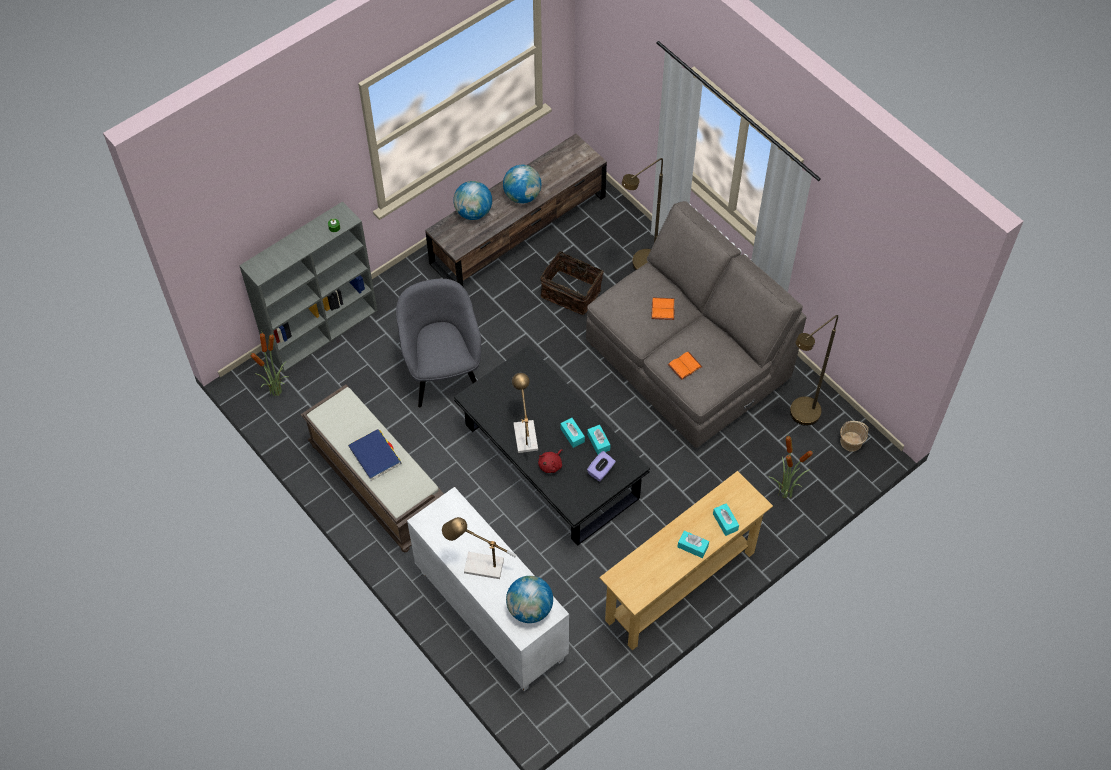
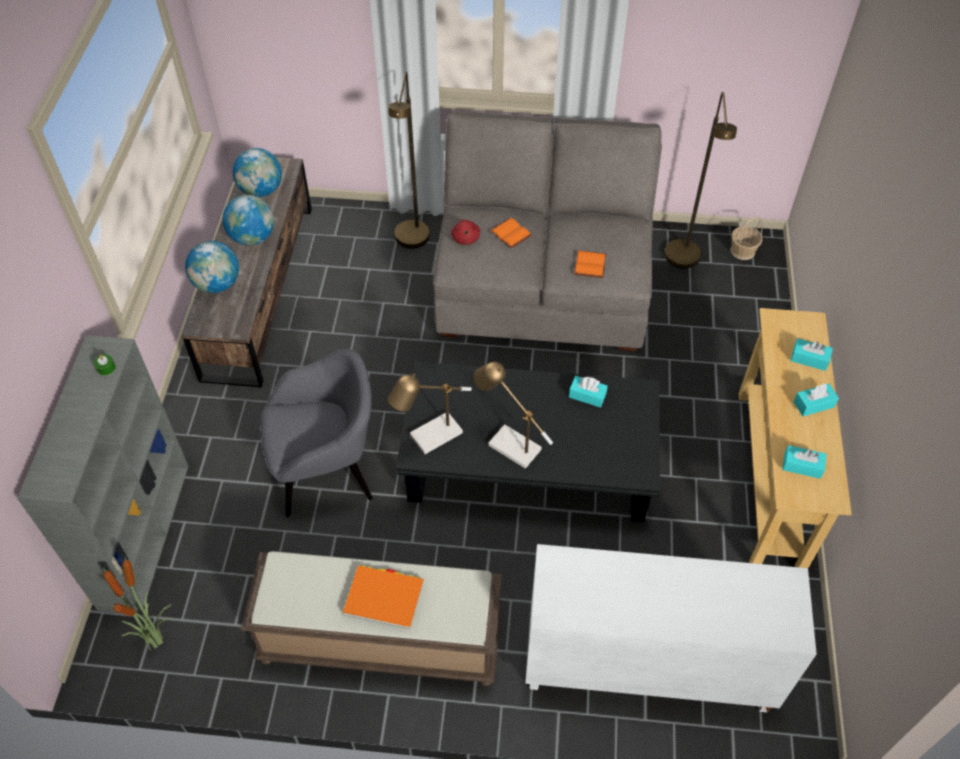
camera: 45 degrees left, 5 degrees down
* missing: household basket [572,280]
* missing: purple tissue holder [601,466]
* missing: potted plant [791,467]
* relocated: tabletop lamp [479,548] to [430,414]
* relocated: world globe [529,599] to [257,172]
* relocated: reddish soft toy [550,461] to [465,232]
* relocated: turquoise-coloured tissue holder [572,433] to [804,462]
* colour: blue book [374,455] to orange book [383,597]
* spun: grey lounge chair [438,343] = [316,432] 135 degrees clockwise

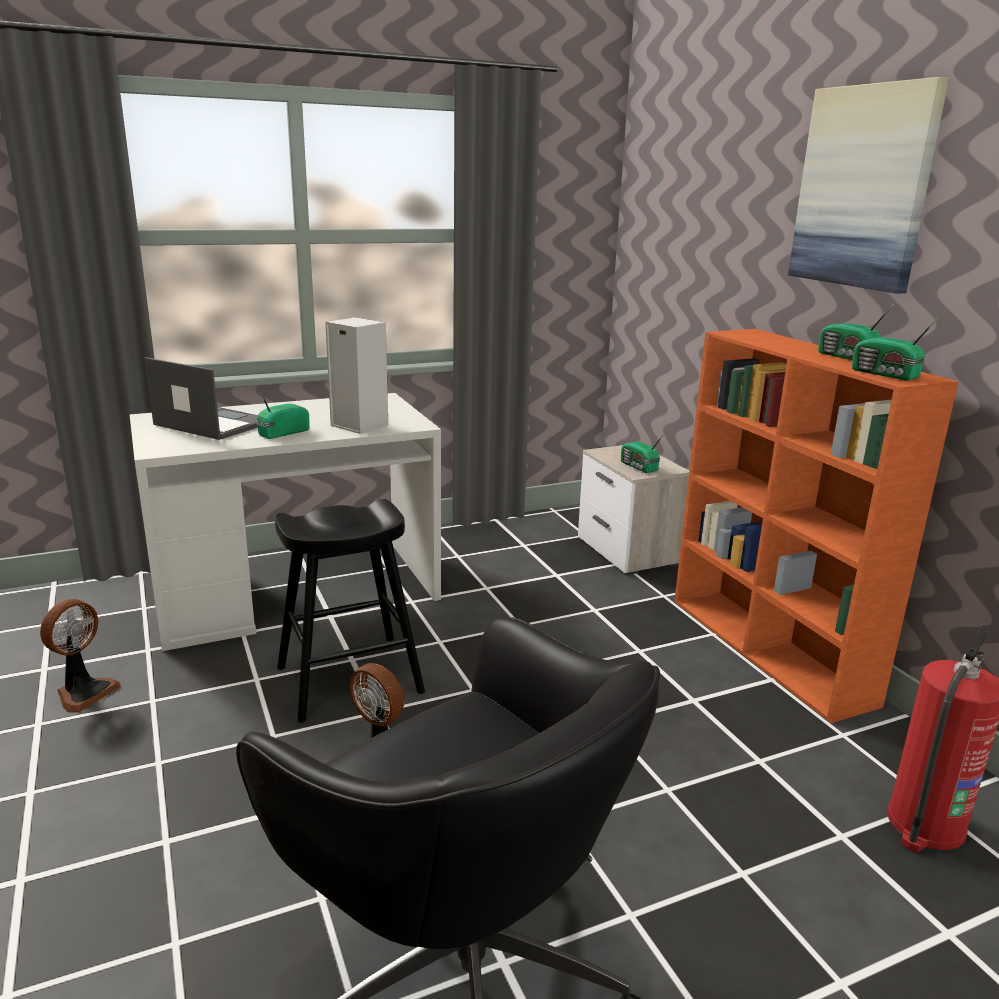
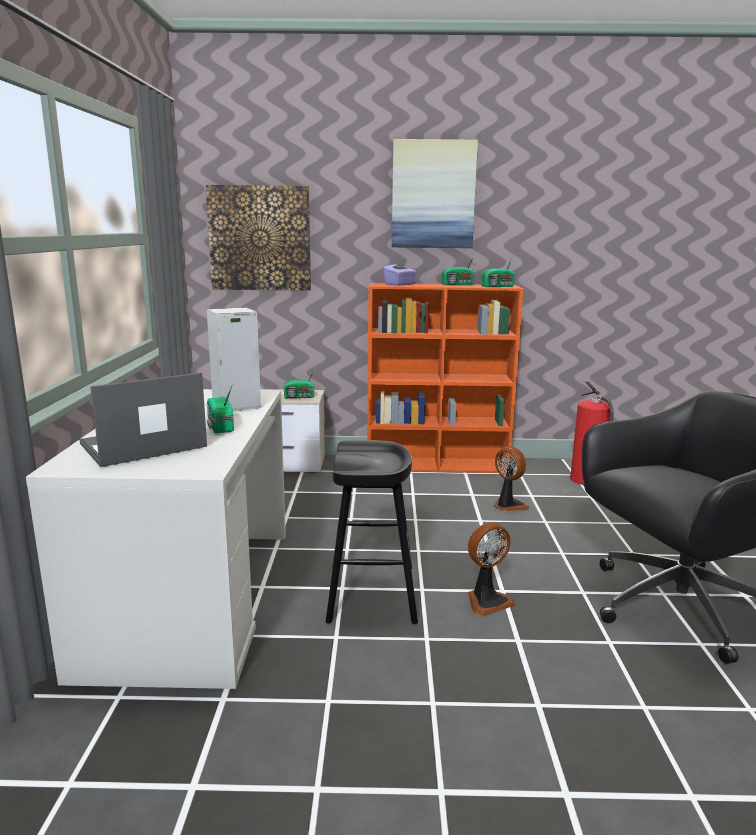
camera: 65 degrees left, 5 degrees down
* appeared: wall art [258,238]
* appeared: purple tissue holder [400,272]
* relocated: cooling fan [80,656] to [511,478]

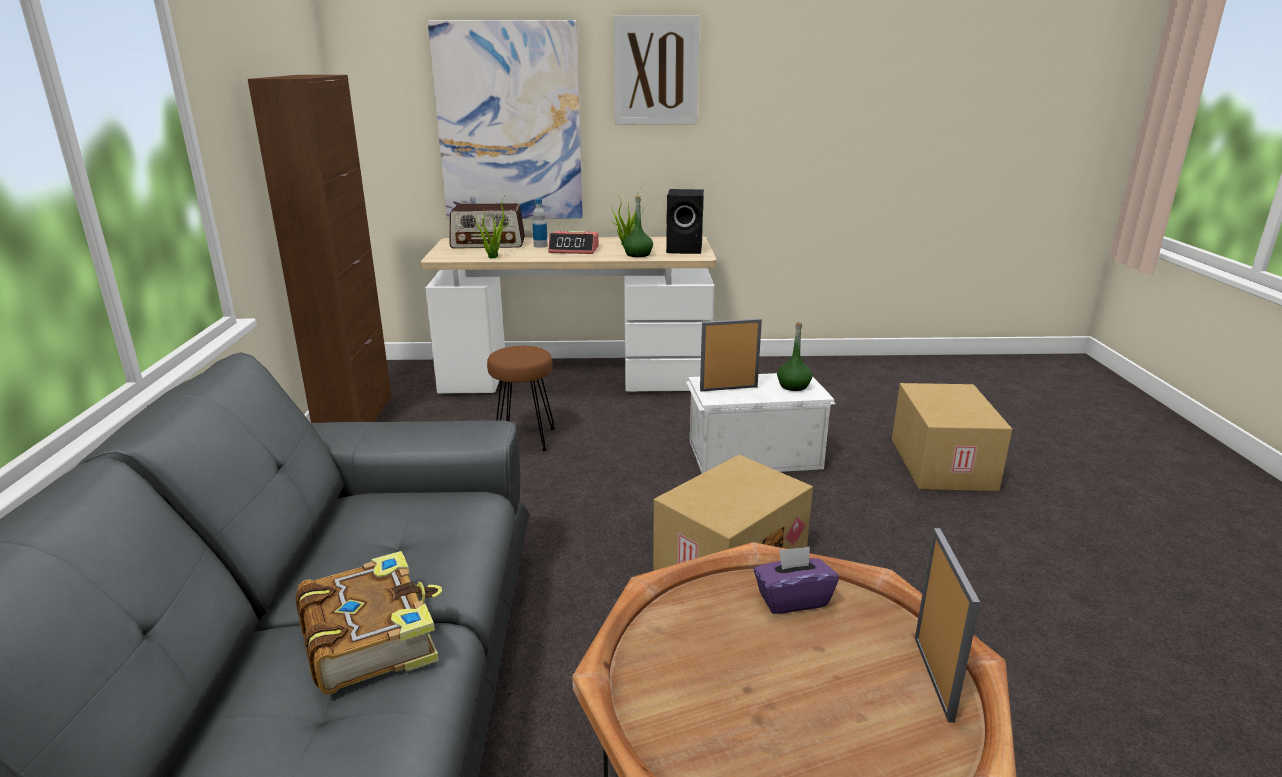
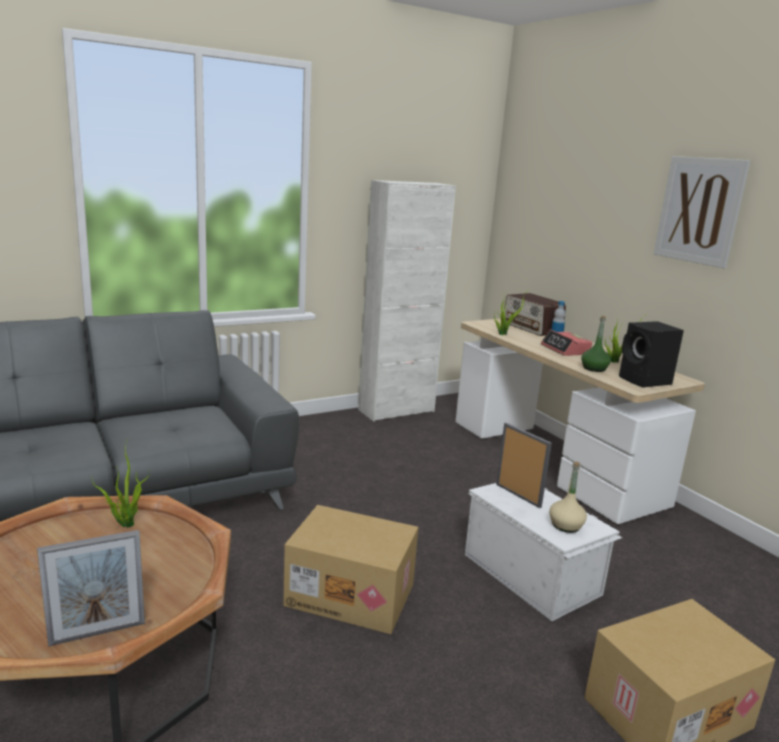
camera: 60 degrees right, 5 degrees down
* missing: book [368,623]
* missing: wall art [505,119]
* missing: brown-coloured stool seat [521,398]
* missing: purple tissue holder [796,580]
* appeared: potted plant [121,484]
* colour: brown-coloured cupboard [320,249] to whitish cupboard [407,301]
* colour: green-coloured bottle [795,356] to beige bottle [568,497]

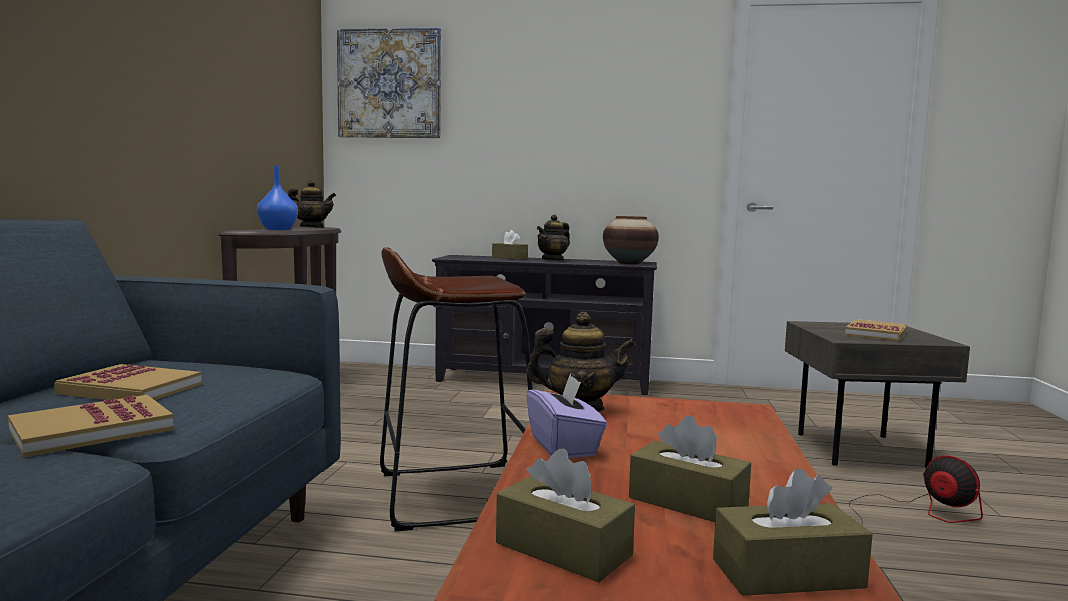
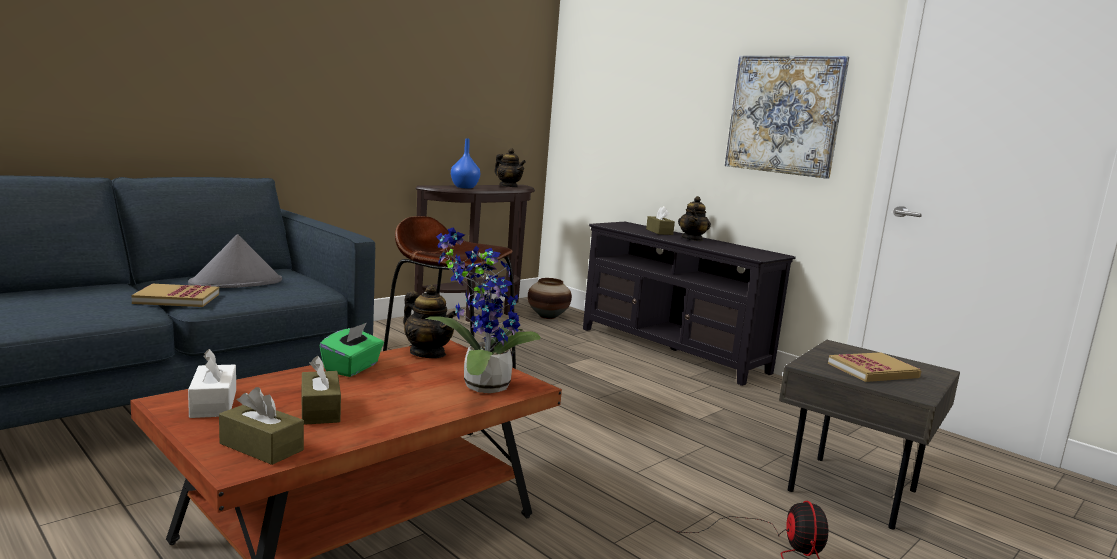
camera: 35 degrees right, 5 degrees up
* appeared: potted plant [483,310]
* relocated: wall art [389,82] to [787,117]
* relocated: flower vase [631,240] to [550,298]
* exchanged: book [128,382] to grey wearable hat [235,261]
* colour: brown-coloured tissue holder [565,515] to whitish tissue holder [212,383]
* colour: purple tissue holder [566,416] to green-coloured tissue holder [351,350]
* spun: tea pot [553,237] = [694,218] 60 degrees counterclockwise

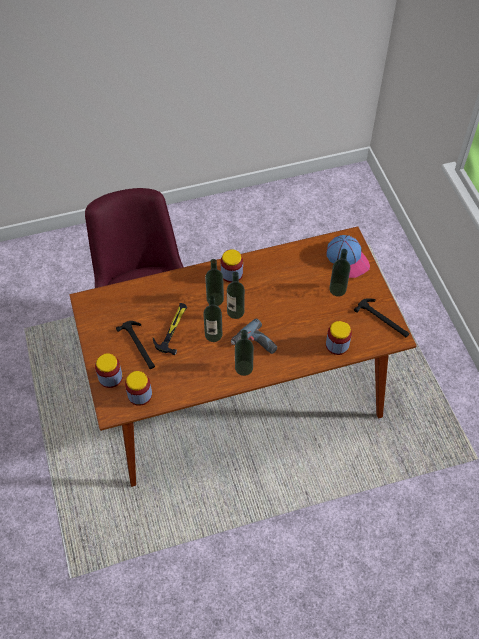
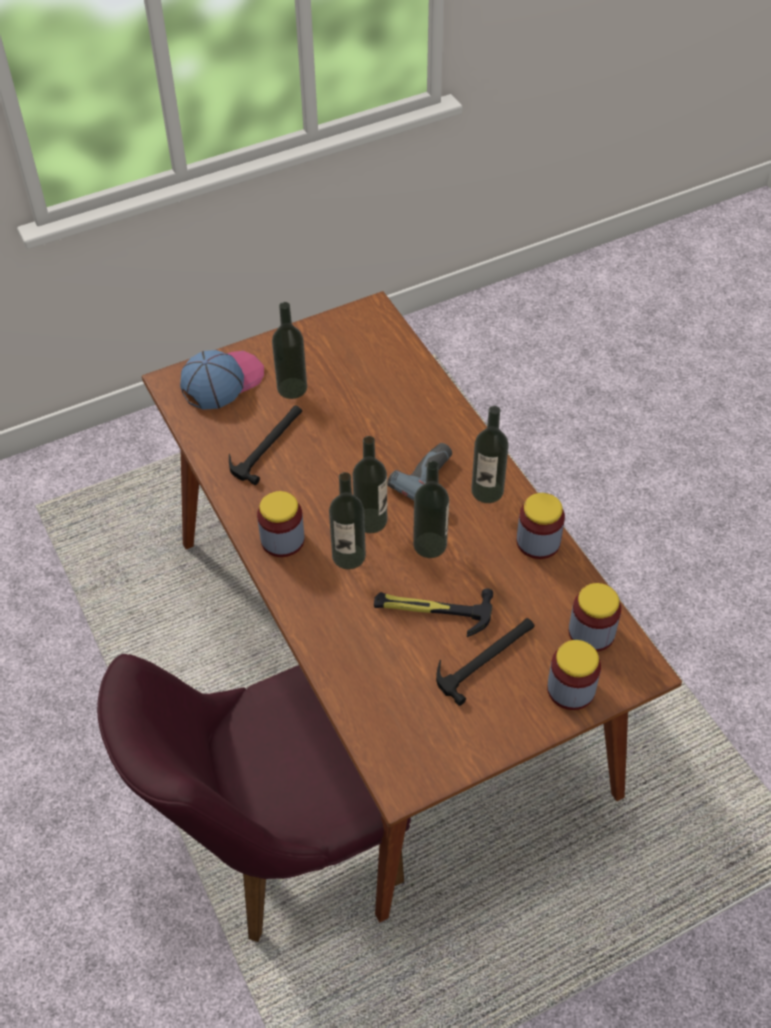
camera: 100 degrees left, 5 degrees down
* relocated: storage jar [339,338] to [541,526]
* relocated: tool hammer [381,317] to [265,445]

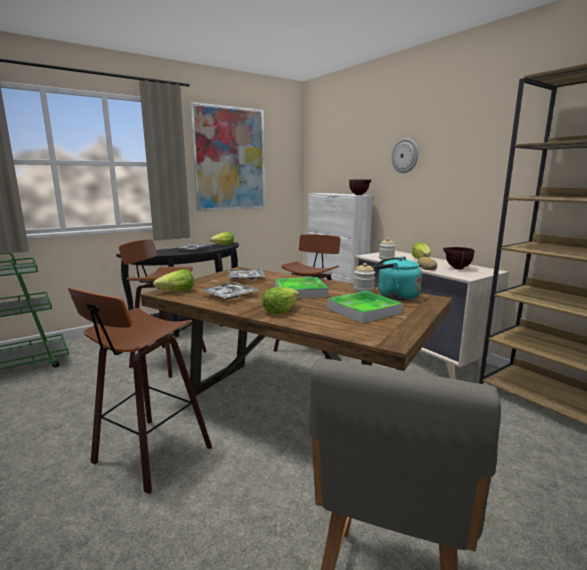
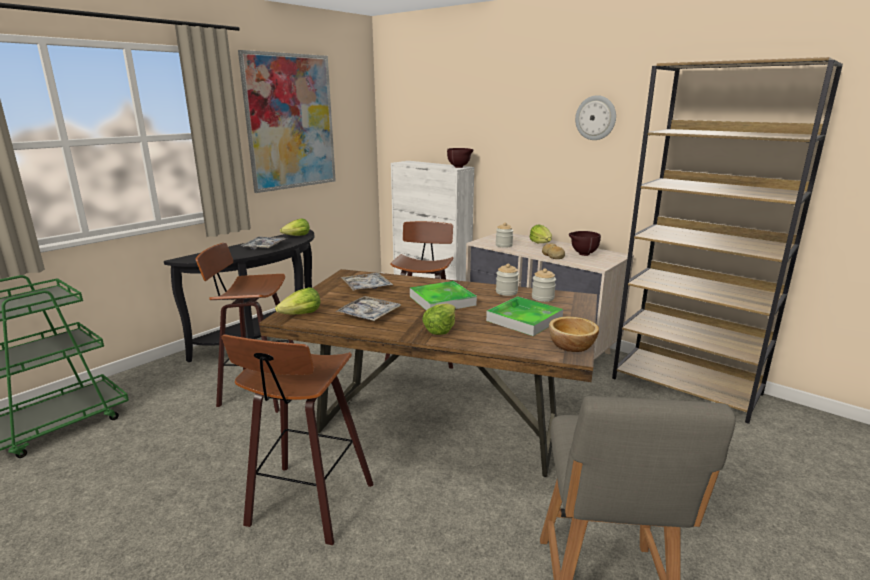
camera: 15 degrees left, 5 degrees up
* appeared: serving bowl [574,334]
* relocated: hanging clock [405,155] to [595,117]
* exchanged: turquoise-coloured tea kettle [397,278] to storage jar [544,285]

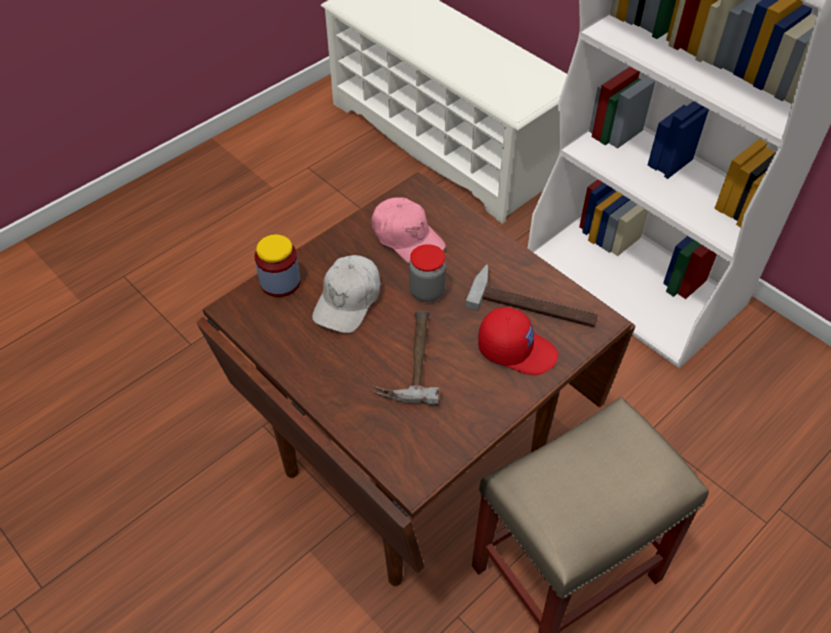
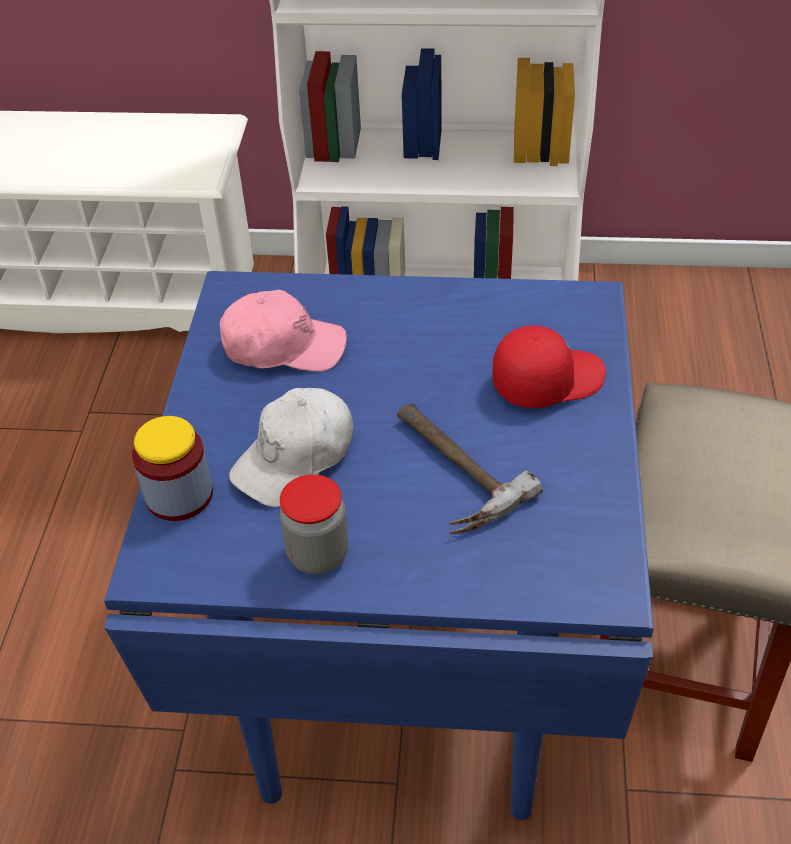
camera: 40 degrees left, 5 degrees down
* missing: tool hammer [531,295]
* relocated: storage jar [427,273] to [314,524]
* colour: brown-coloured kitchen table [416,379] to blue kitchen table [379,545]
* spun: whitish cap [346,294] = [291,447] 60 degrees clockwise

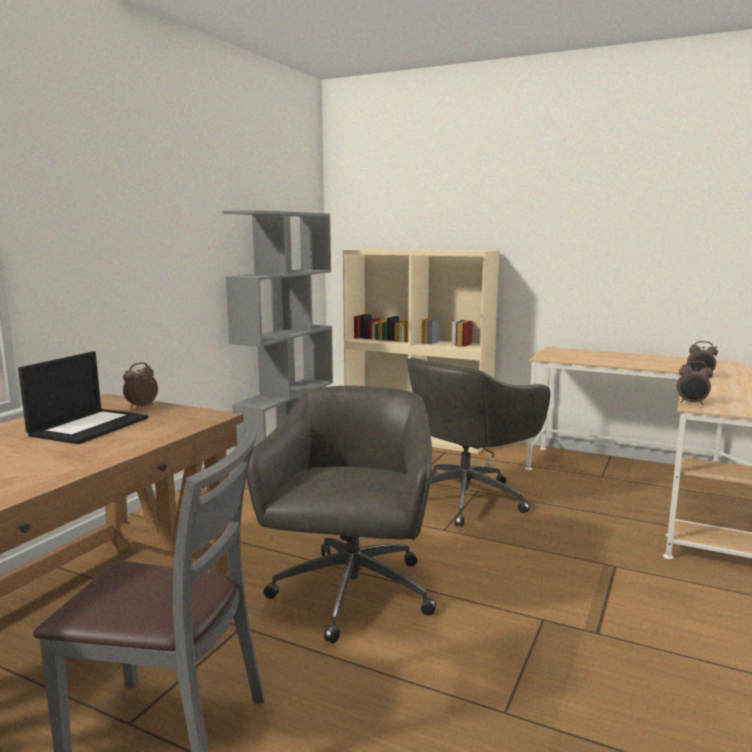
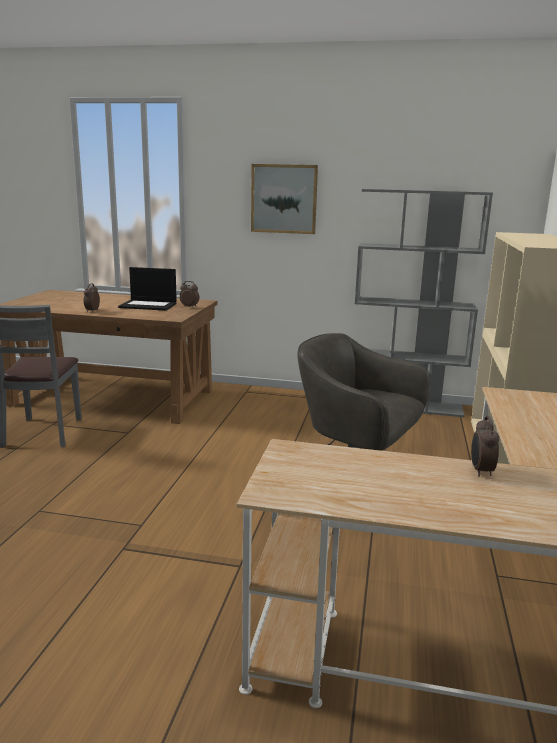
camera: 75 degrees right, 5 degrees up
* missing: grey desk chair [341,514]
* appeared: wall art [284,199]
* relocated: table clock [695,383] to [91,298]

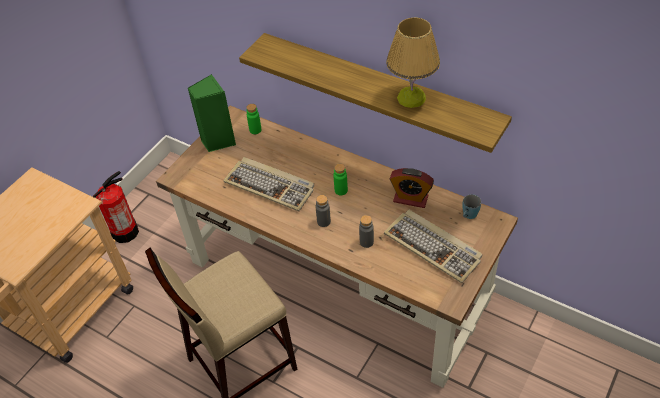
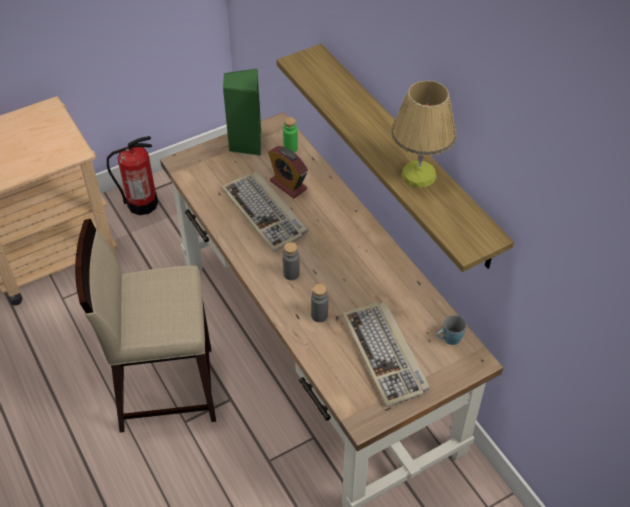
camera: 25 degrees right, 0 degrees up
* missing: green-coloured bottle [340,179]
* relocated: table clock [412,188] to [288,172]

